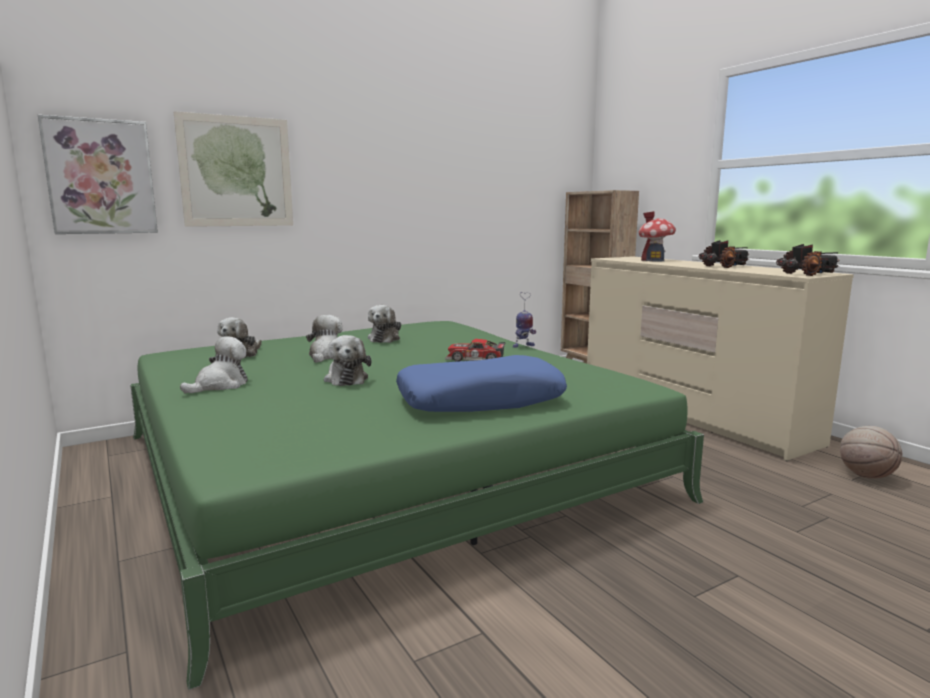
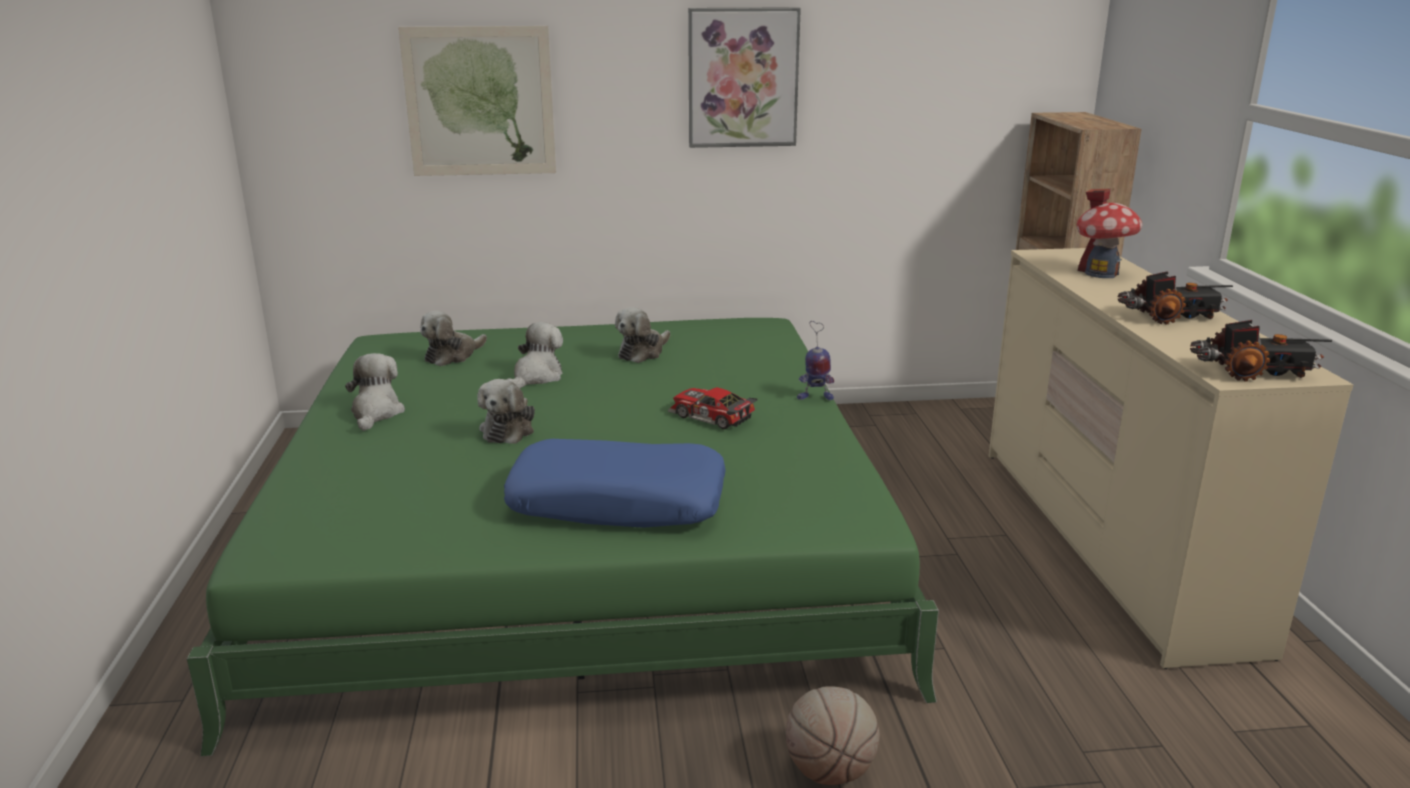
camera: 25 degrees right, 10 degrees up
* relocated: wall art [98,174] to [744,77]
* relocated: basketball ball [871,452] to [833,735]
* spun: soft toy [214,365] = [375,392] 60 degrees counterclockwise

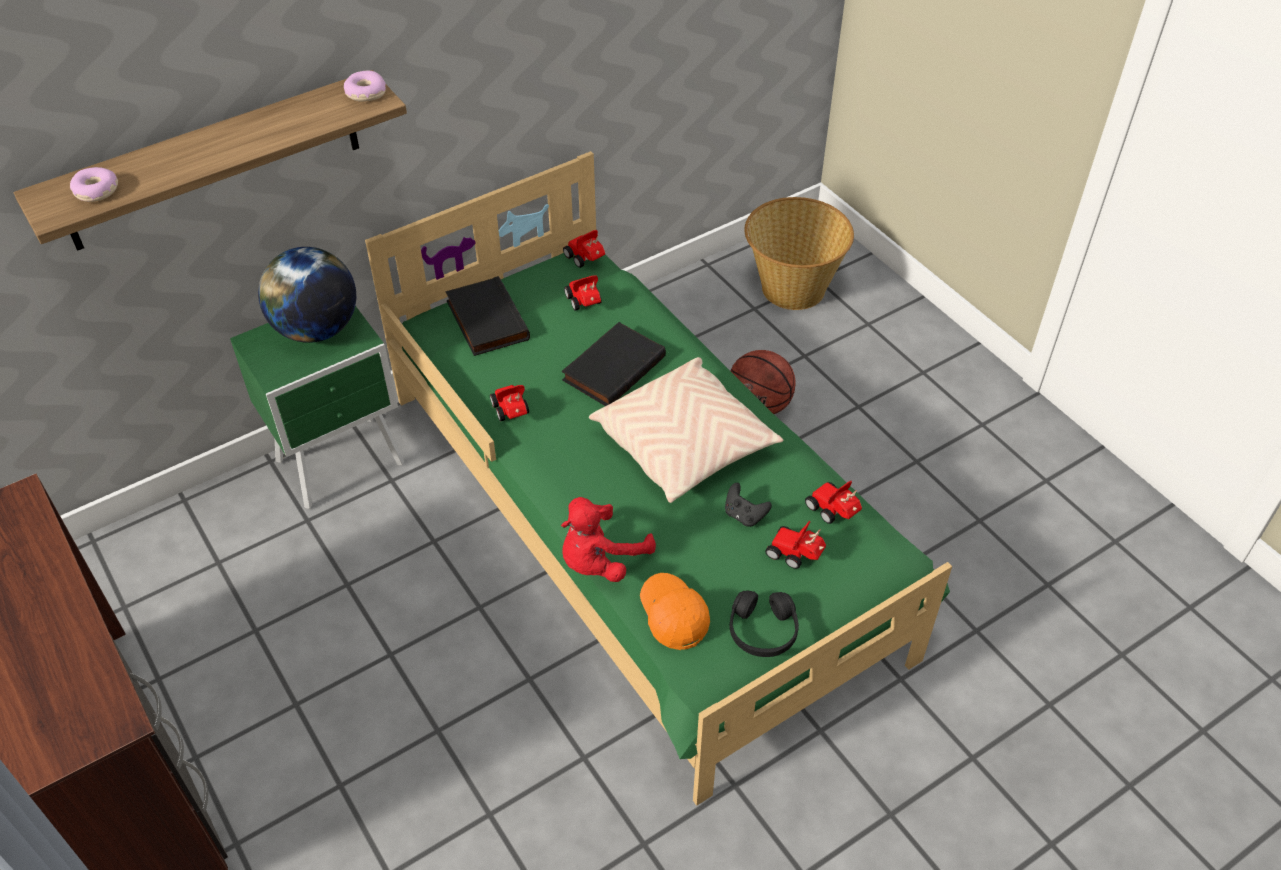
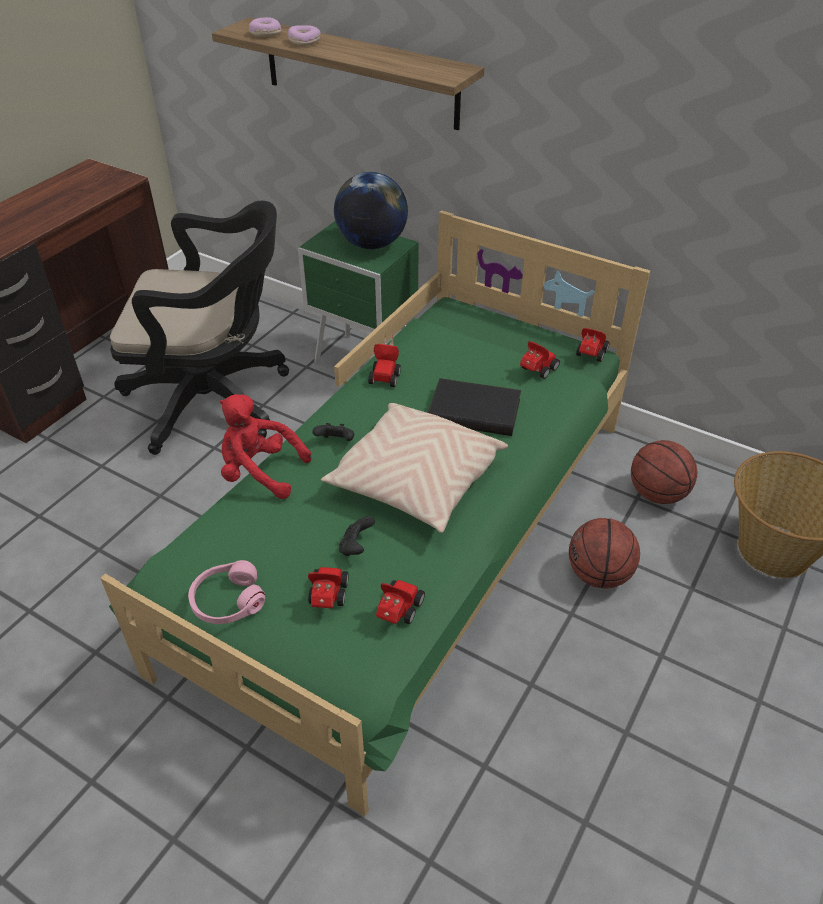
camera: 65 degrees right, 5 degrees down
* missing: black-coloured book [487,316]
* missing: orange cap [675,611]
* appeared: black-coloured desk chair [199,328]
* appeared: black-coloured gamepad [333,432]
* appeared: basketball ball [664,472]
* relocated: donut [365,86] to [304,35]
* colour: black-coloured headset [764,623] to pink-coloured headset [226,592]
* spun: miniature car [509,403] = [384,360] 150 degrees clockwise

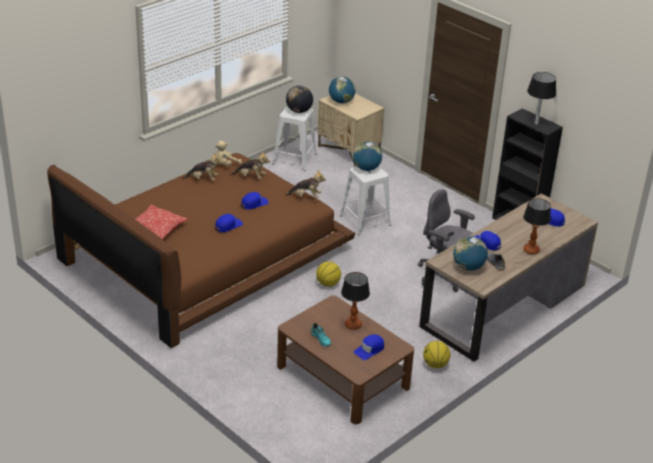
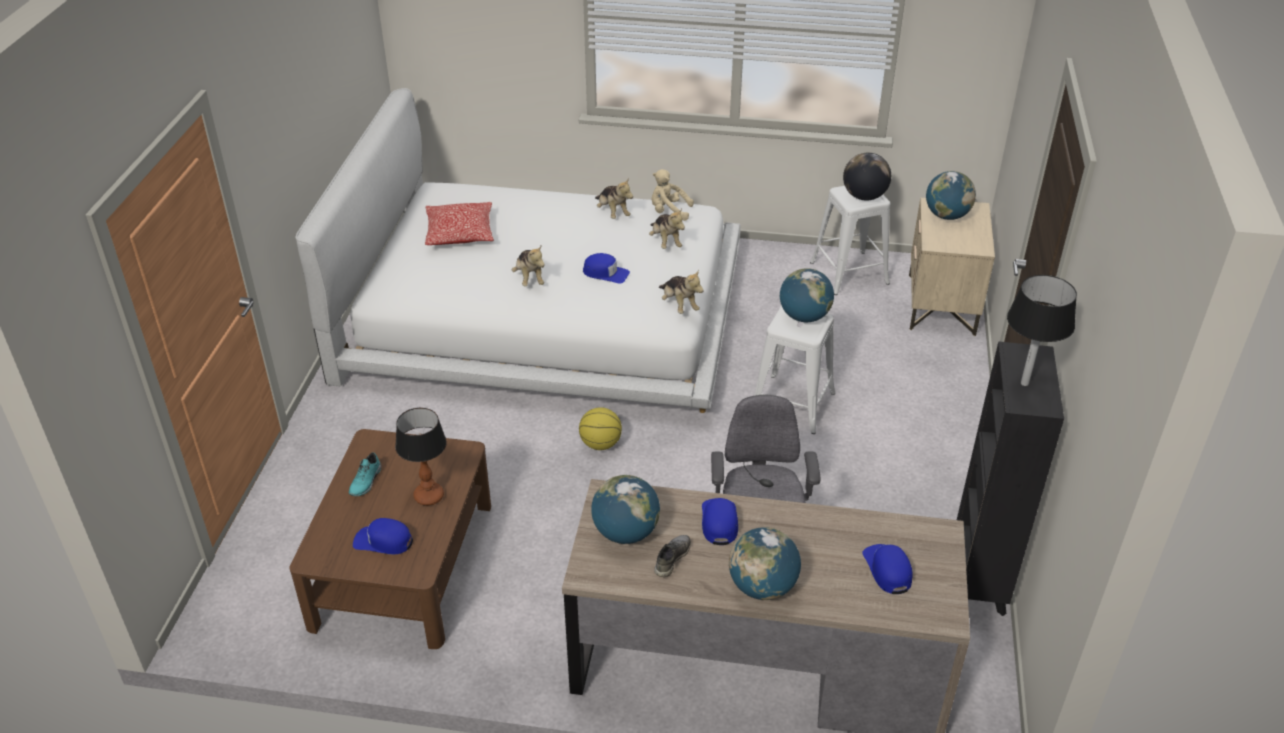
camera: 55 degrees right, 5 degrees up
* missing: basketball ball [436,354]
* exchanged: blue cap [229,223] to soft toy [528,265]
* exchanged: tabletop lamp [537,226] to world globe [765,563]
* colour: brown-coloured bed [201,250] to whitish bed [518,250]

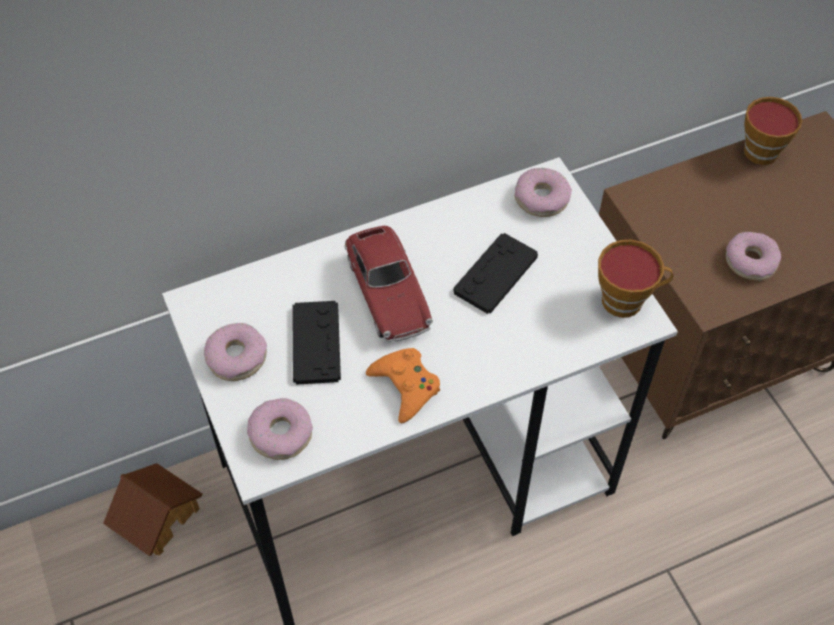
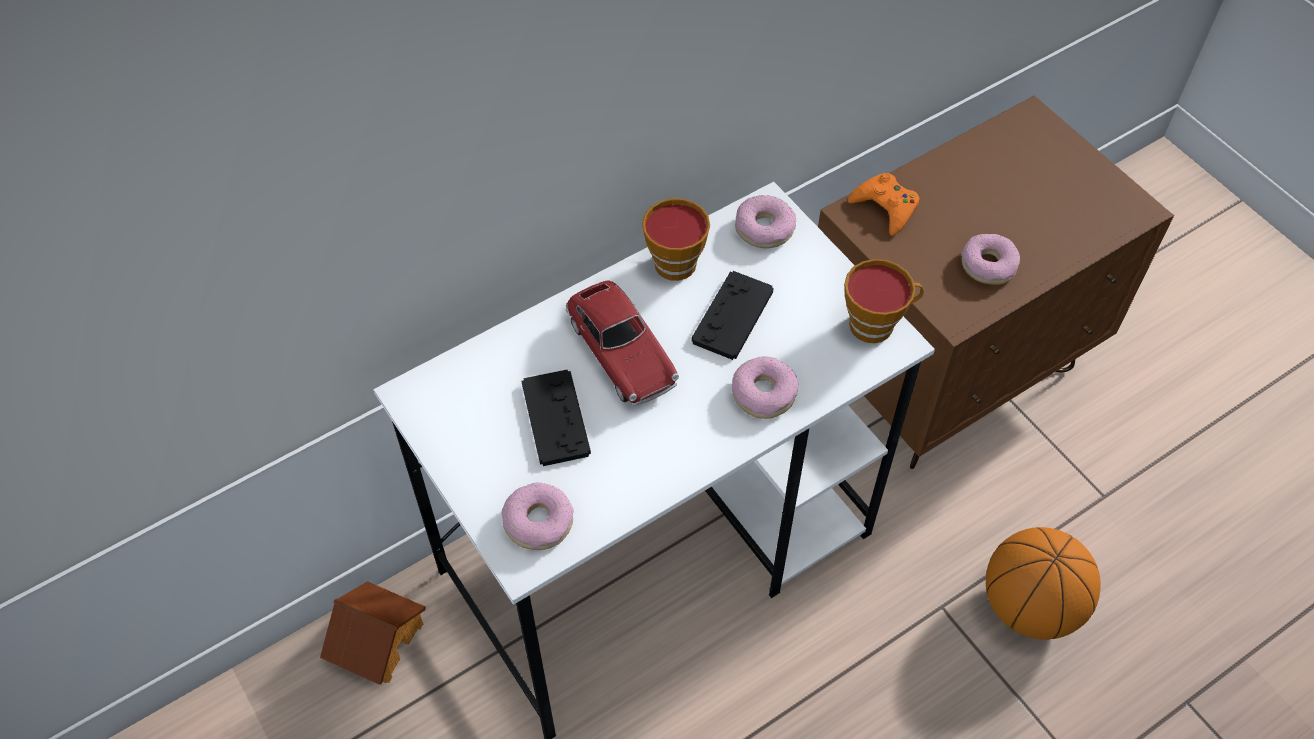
camera: 10 degrees left, 0 degrees up
* appeared: basketball ball [1043,583]
* relocated: donut [235,352] to [765,387]
* relocated: orange gamepad [403,385] to [884,204]
* relocated: small cup [773,131] to [676,239]

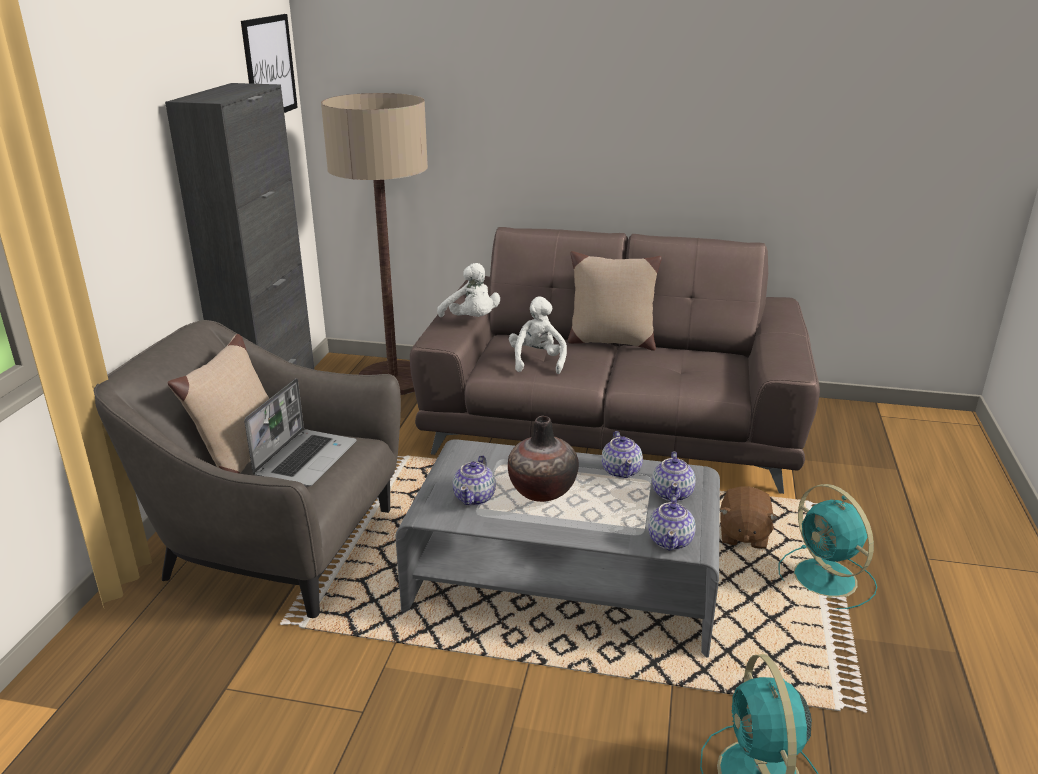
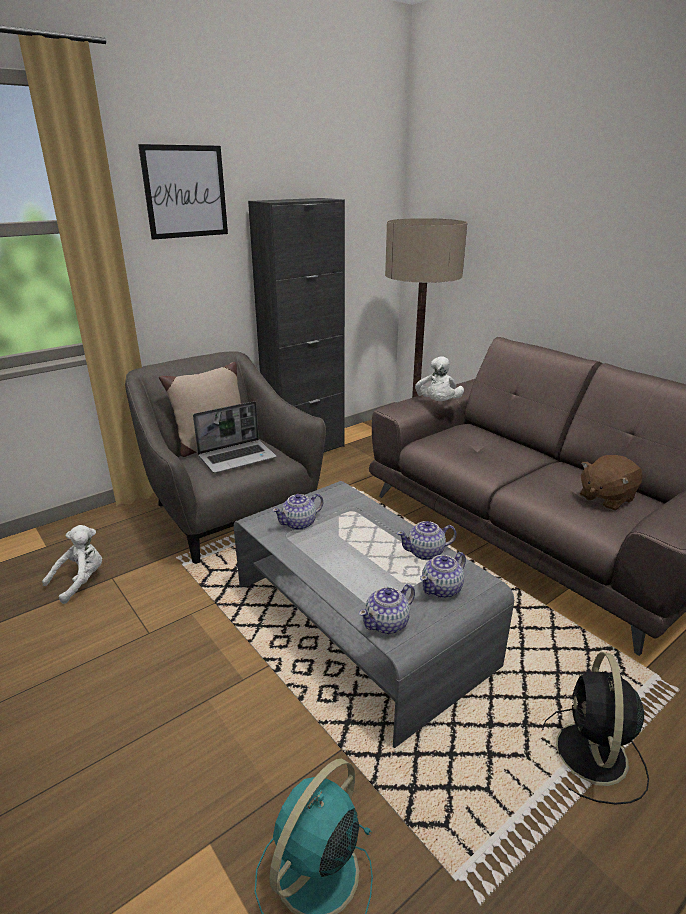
camera: 40 degrees right, 0 degrees up
* missing: flower vase [543,459]
* missing: beige cushion [615,301]
* relocated: wall art [269,63] to [183,192]
* relocated: whitish soft toy [538,335] to [72,564]
* relocated: brown-coloured soft toy [749,517] to [611,483]
* colour: turquoise-coloured cooling fan [828,546] to black-coloured cooling fan [595,728]
* spun: tea pot [622,455] = [427,540] 45 degrees clockwise

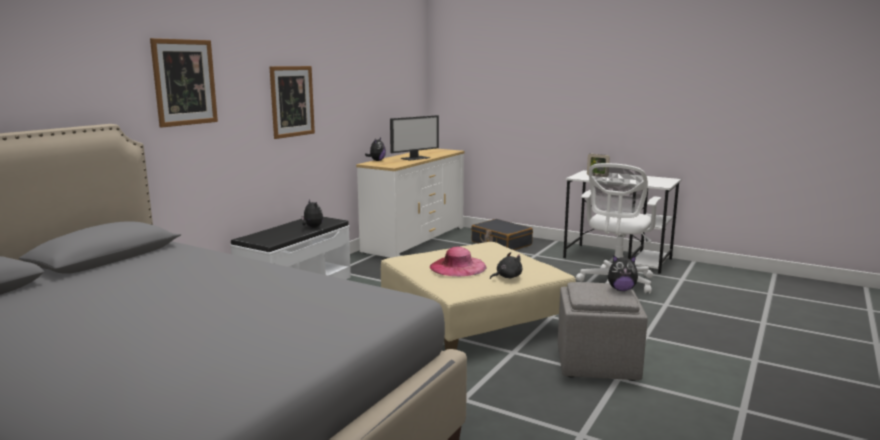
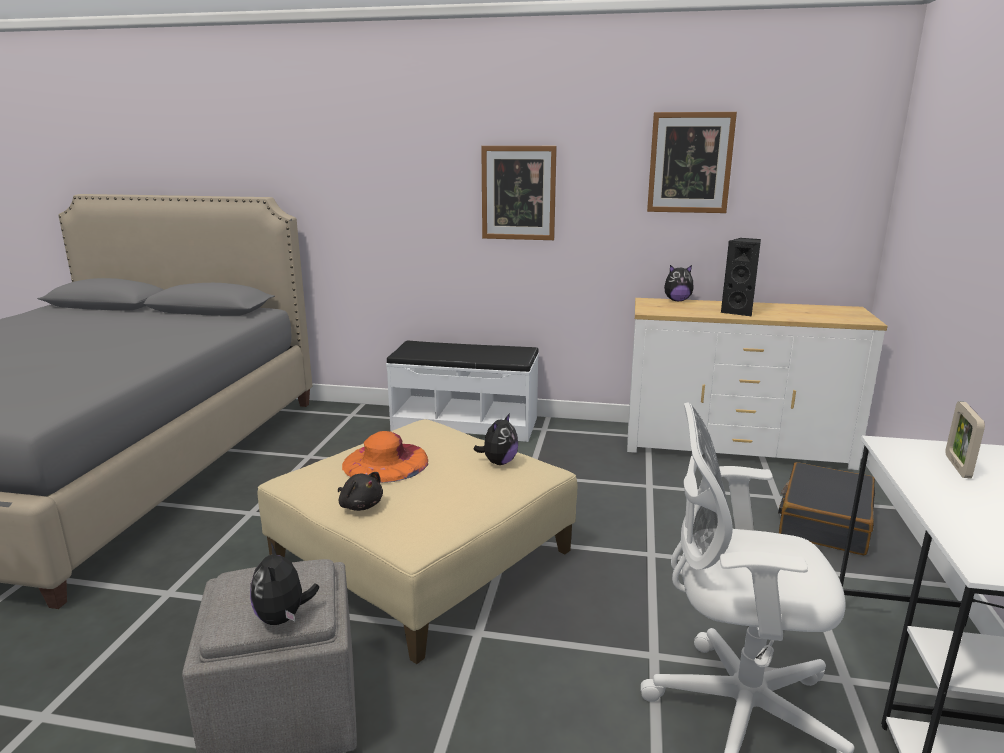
camera: 70 degrees right, 5 degrees up
* relocated: wall art [184,83] to [692,162]
* relocated: soft toy [312,213] to [495,439]
* exchanged: monitor [414,138] to black-coloured loudspeaker [740,277]
* colour: pink-coloured wearable hat [458,261] to orange wearable hat [385,457]

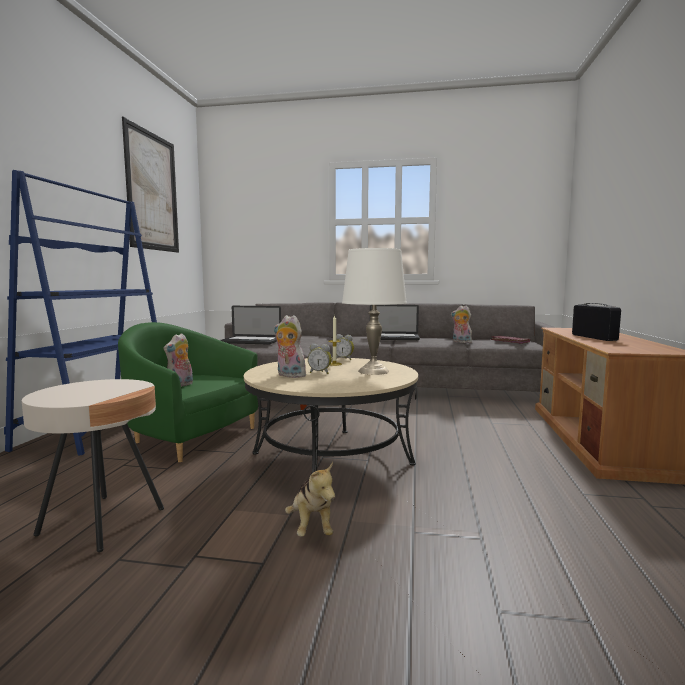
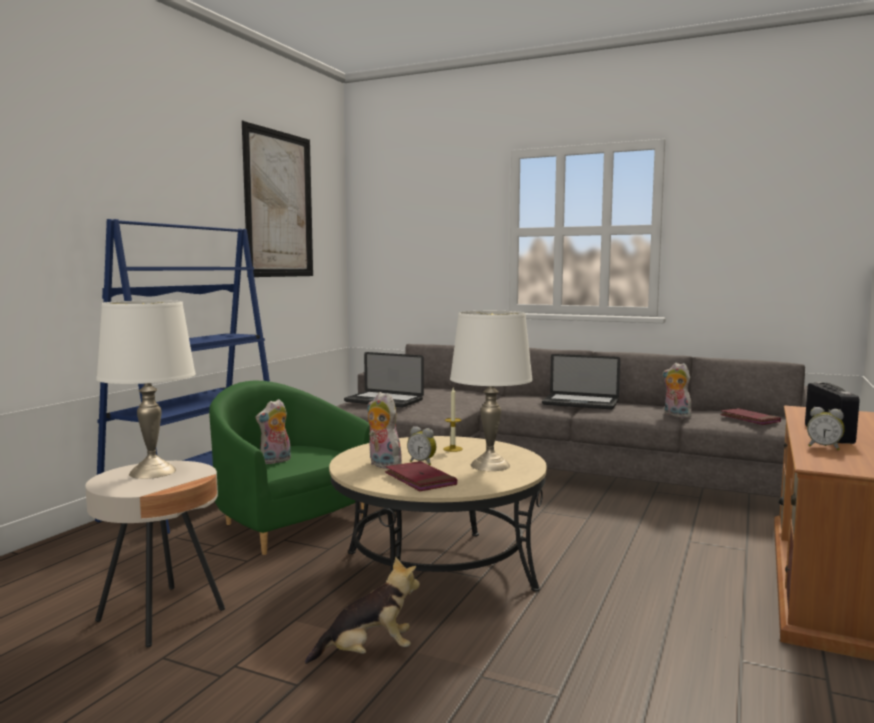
camera: 15 degrees right, 0 degrees up
* appeared: whitish tabletop lamp [146,389]
* appeared: reddish book [421,476]
* relocated: table clock [345,347] to [826,428]
* spun: soft toy [310,499] = [362,610] 105 degrees counterclockwise

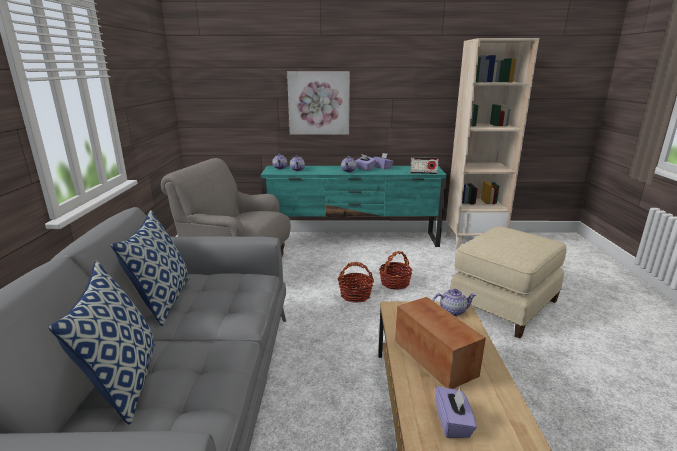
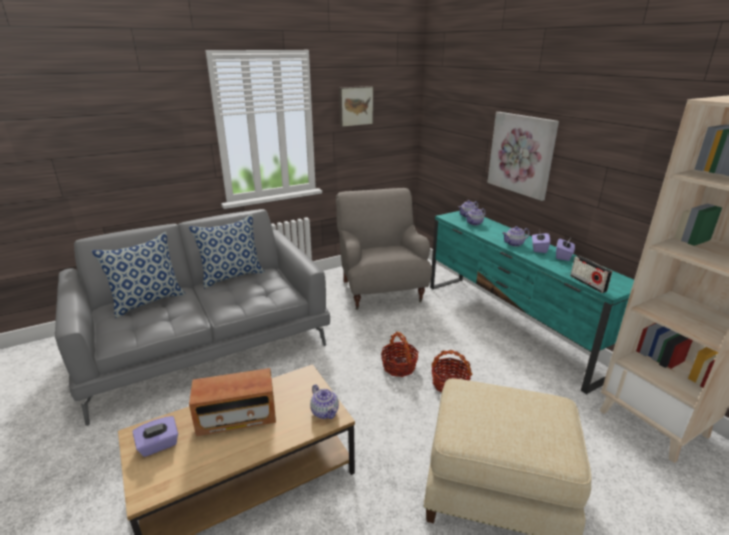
camera: 60 degrees right, 5 degrees up
* appeared: wall art [356,106]
* spun: radio receiver [440,343] = [232,402] 45 degrees clockwise

